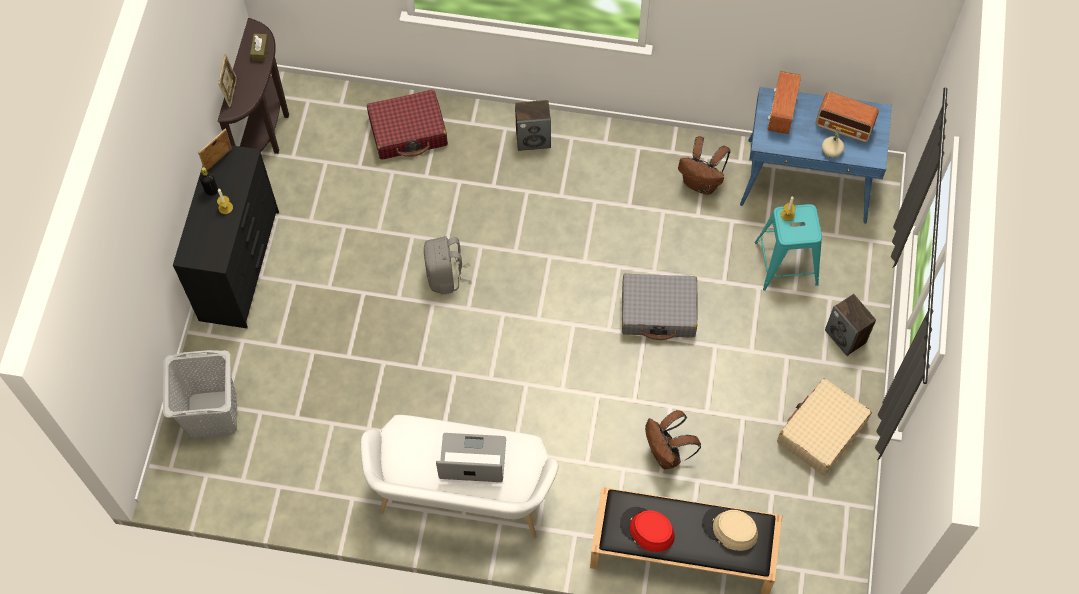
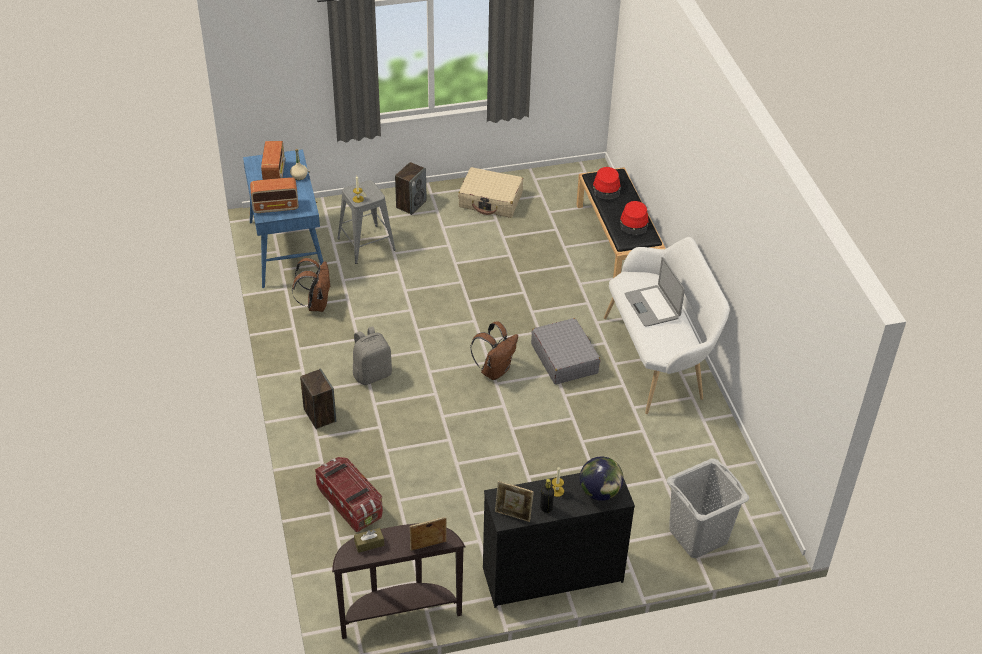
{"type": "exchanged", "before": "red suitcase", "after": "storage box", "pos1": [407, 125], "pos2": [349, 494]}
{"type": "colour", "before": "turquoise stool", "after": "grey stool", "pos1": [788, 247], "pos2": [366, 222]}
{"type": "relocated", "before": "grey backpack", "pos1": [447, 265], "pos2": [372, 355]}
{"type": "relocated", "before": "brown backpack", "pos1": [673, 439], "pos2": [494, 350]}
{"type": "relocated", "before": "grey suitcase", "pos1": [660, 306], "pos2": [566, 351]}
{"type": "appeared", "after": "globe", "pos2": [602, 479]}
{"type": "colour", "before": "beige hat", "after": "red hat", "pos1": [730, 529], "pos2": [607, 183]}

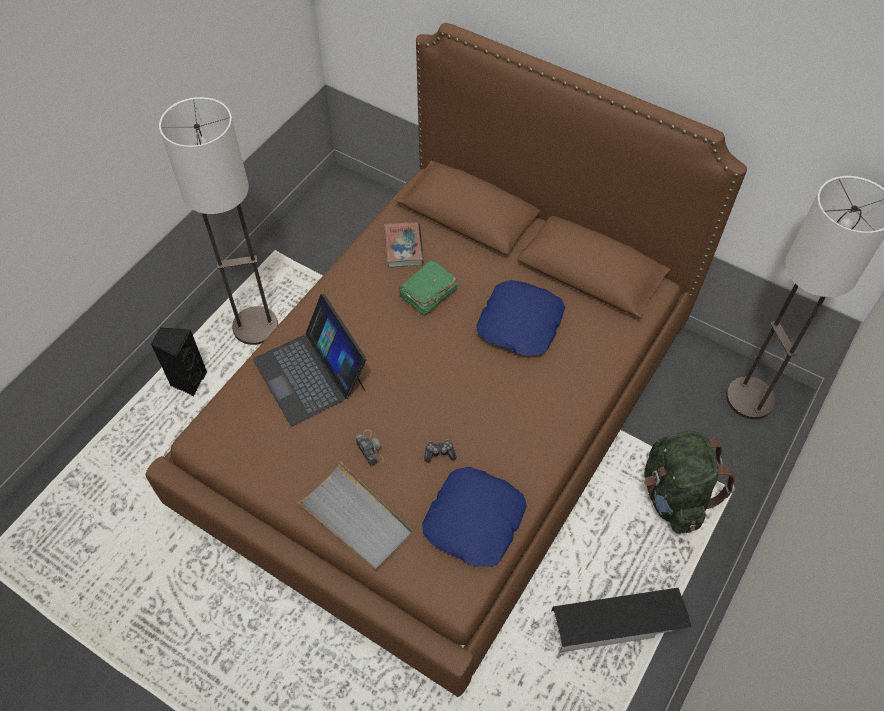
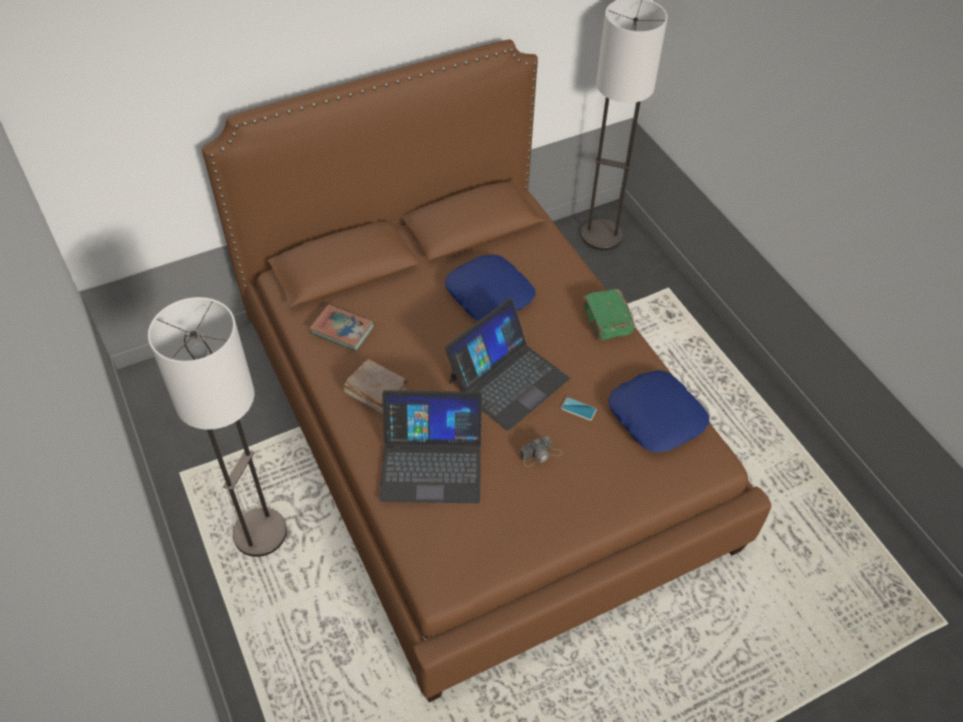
{"type": "appeared", "after": "brown book", "pos2": [376, 386]}
{"type": "appeared", "after": "laptop", "pos2": [507, 364]}
{"type": "spun", "before": "photo camera", "pos1": [370, 447], "pos2": [541, 451], "turn": 150}
{"type": "exchanged", "before": "game controller", "after": "phone", "pos1": [440, 451], "pos2": [579, 409]}
{"type": "relocated", "before": "green book", "pos1": [428, 287], "pos2": [609, 315]}
{"type": "missing", "before": "black speaker", "pos1": [179, 361]}
{"type": "missing", "before": "grey tray", "pos1": [355, 515]}
{"type": "missing", "before": "black storage box", "pos1": [621, 620]}
{"type": "missing", "before": "green backpack", "pos1": [689, 482]}

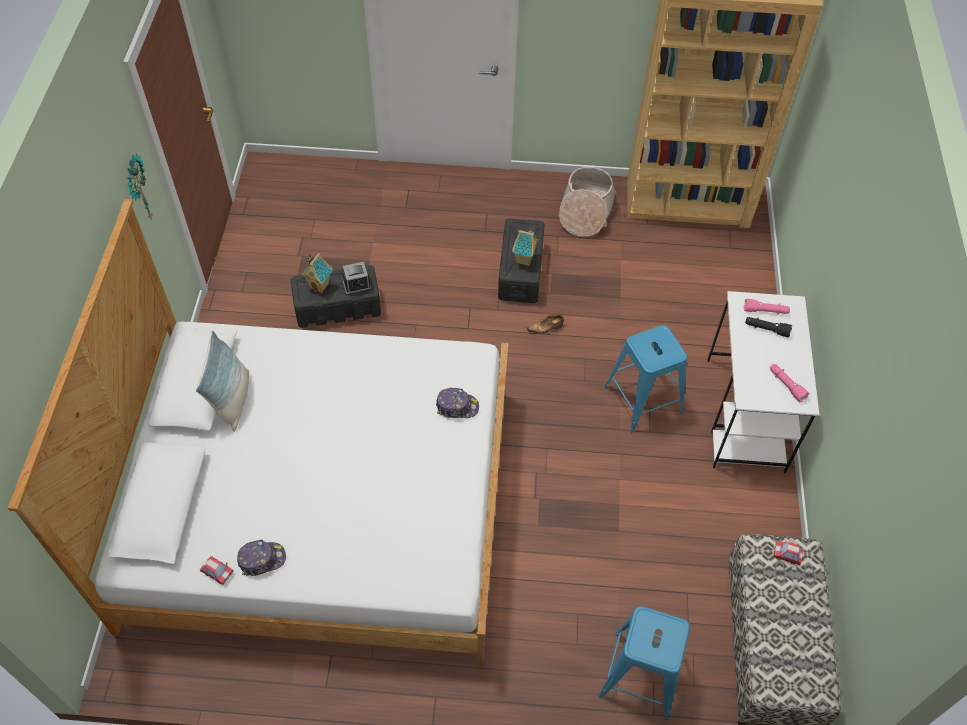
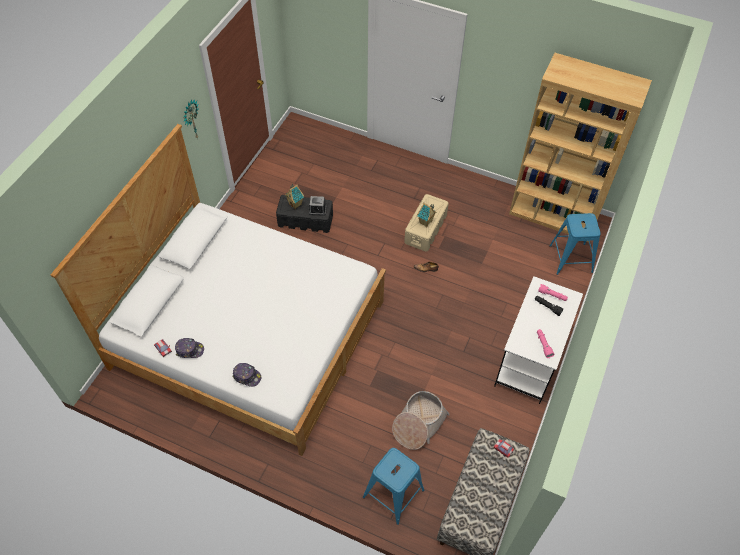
{"type": "relocated", "before": "cap", "pos1": [457, 403], "pos2": [246, 375]}
{"type": "relocated", "before": "basket", "pos1": [587, 202], "pos2": [421, 420]}
{"type": "colour", "before": "black storage box", "after": "beige storage box", "pos1": [521, 260], "pos2": [426, 223]}
{"type": "relocated", "before": "blue stool", "pos1": [645, 379], "pos2": [575, 244]}
{"type": "missing", "before": "pillow", "pos1": [222, 381]}

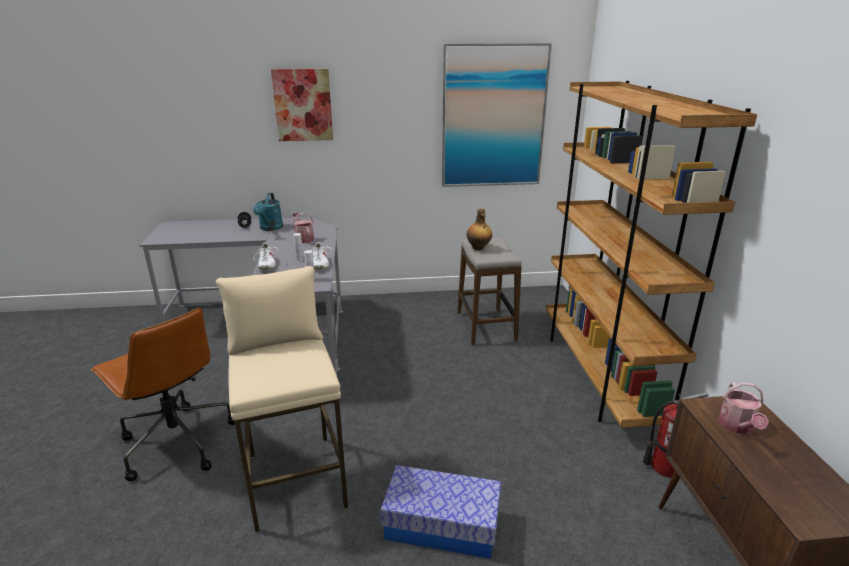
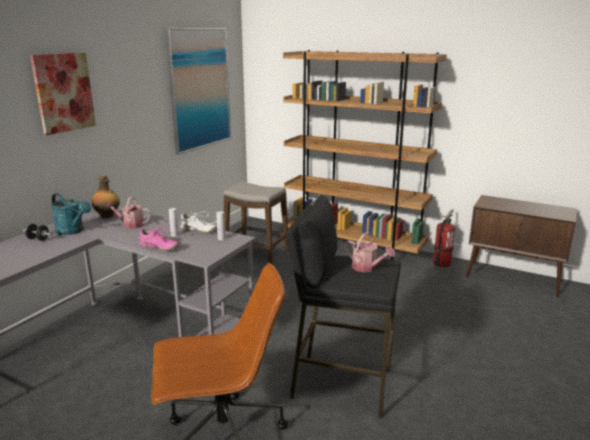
{"type": "relocated", "before": "bottle", "pos1": [479, 229], "pos2": [106, 196]}
{"type": "colour", "before": "white shoe", "after": "pink shoe", "pos1": [265, 256], "pos2": [159, 238]}
{"type": "colour", "before": "beige stool", "after": "black stool", "pos1": [282, 399], "pos2": [343, 306]}
{"type": "relocated", "before": "watering can", "pos1": [743, 408], "pos2": [370, 252]}
{"type": "missing", "before": "storage box", "pos1": [440, 512]}

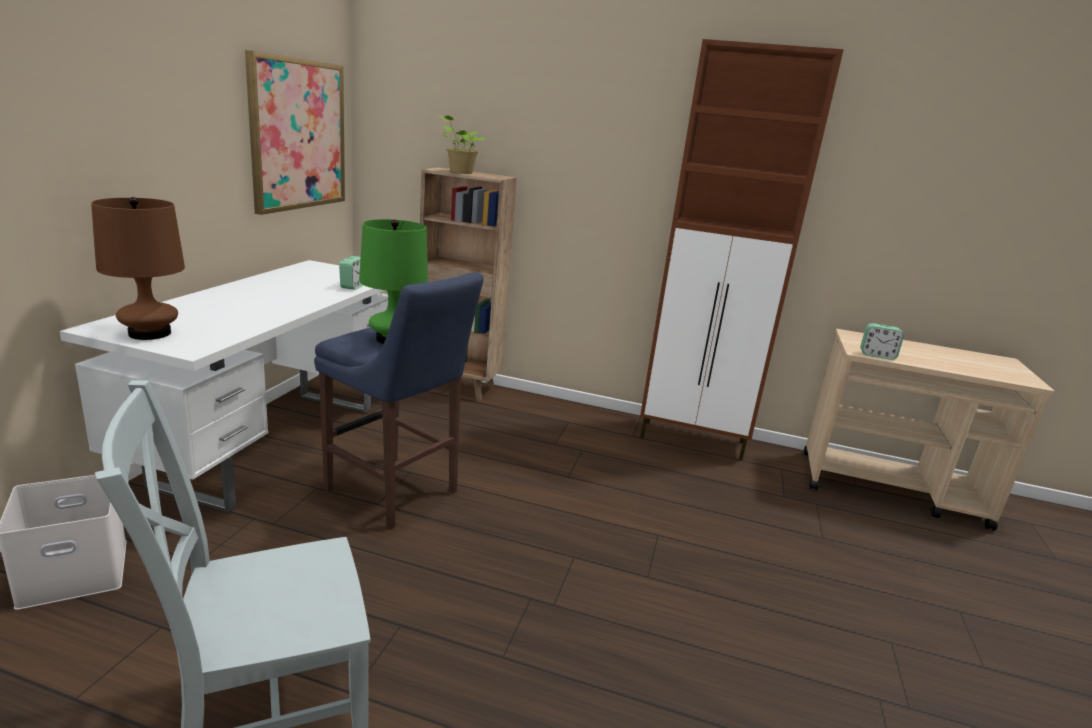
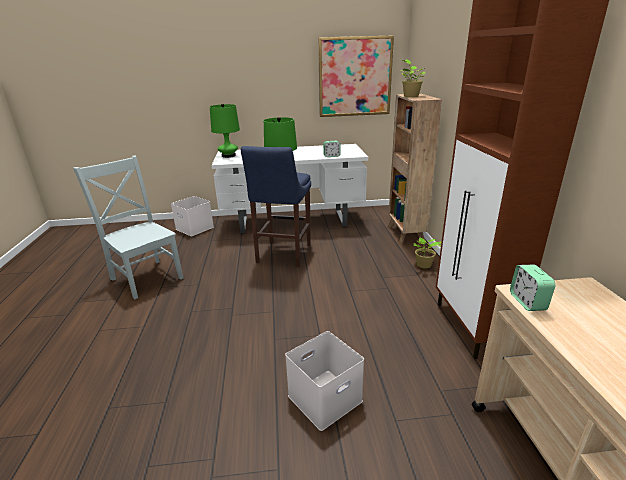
{"type": "colour", "before": "brown table lamp", "after": "green table lamp", "pos1": [138, 268], "pos2": [225, 131]}
{"type": "appeared", "after": "white storage box", "pos2": [324, 381]}
{"type": "appeared", "after": "potted plant", "pos2": [427, 253]}

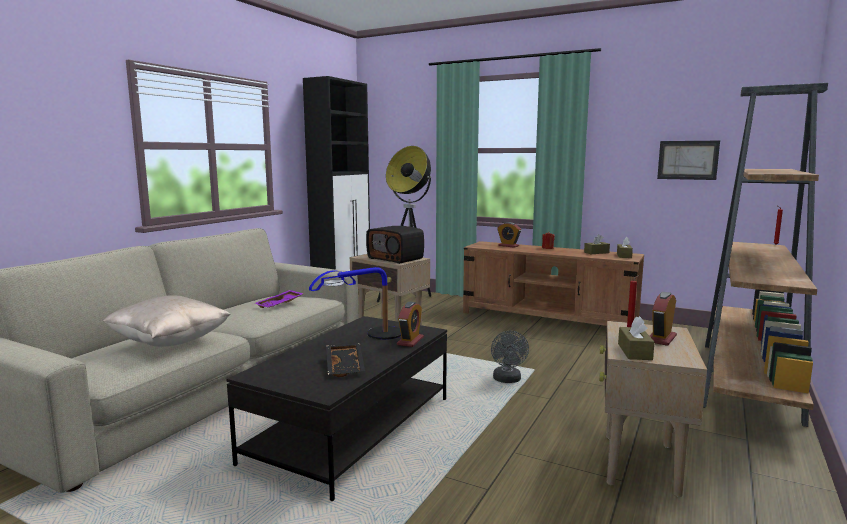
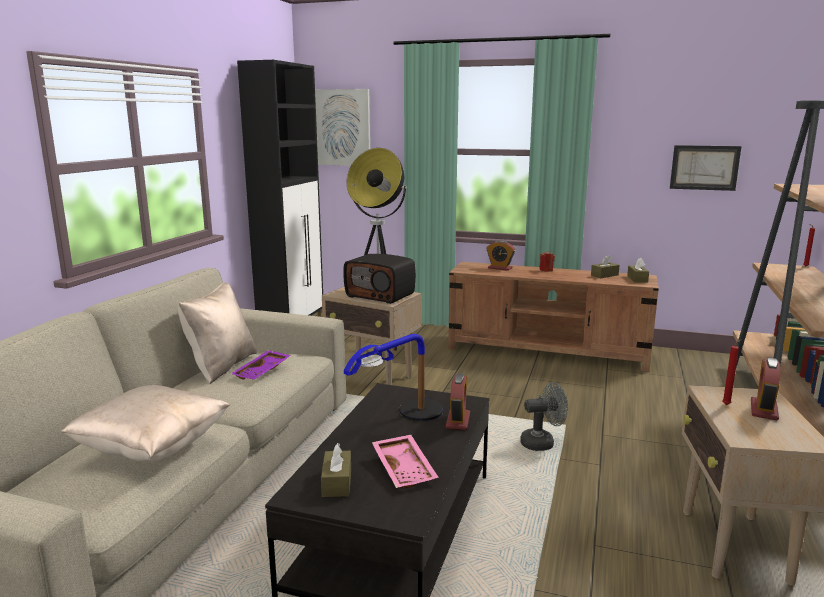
{"type": "appeared", "after": "beige pillow", "pos2": [217, 333]}
{"type": "appeared", "after": "picture", "pos2": [342, 127]}
{"type": "relocated", "before": "brown tissue box", "pos1": [636, 338], "pos2": [336, 470]}
{"type": "colour", "before": "black tray", "after": "pink tray", "pos1": [345, 360], "pos2": [405, 461]}
{"type": "spun", "before": "grey fan", "pos1": [510, 357], "pos2": [544, 416], "turn": -90}

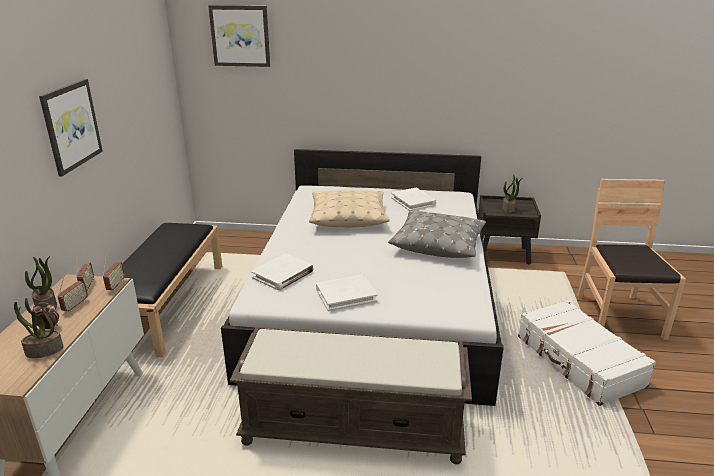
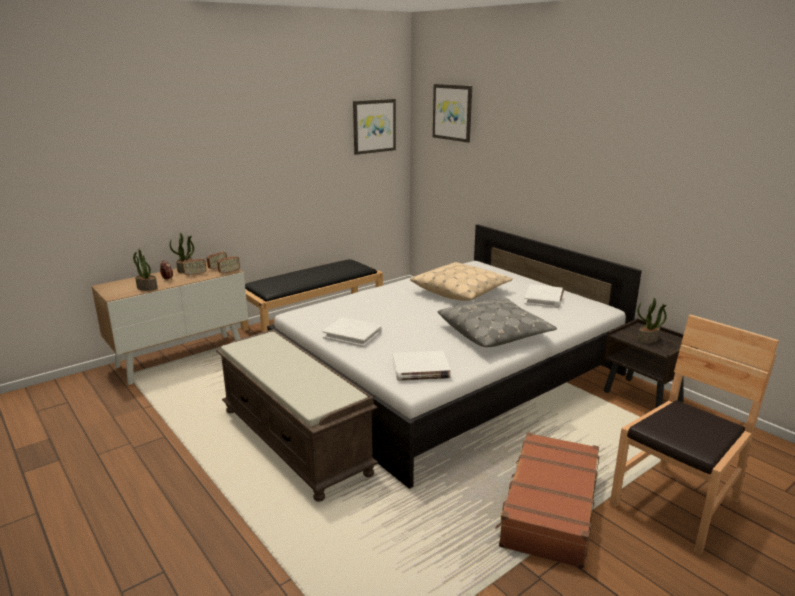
{"type": "relocated", "before": "picture", "pos1": [71, 128], "pos2": [374, 127]}
{"type": "relocated", "before": "white book", "pos1": [282, 271], "pos2": [422, 366]}
{"type": "colour", "before": "white suitcase", "after": "brown suitcase", "pos1": [587, 353], "pos2": [547, 500]}

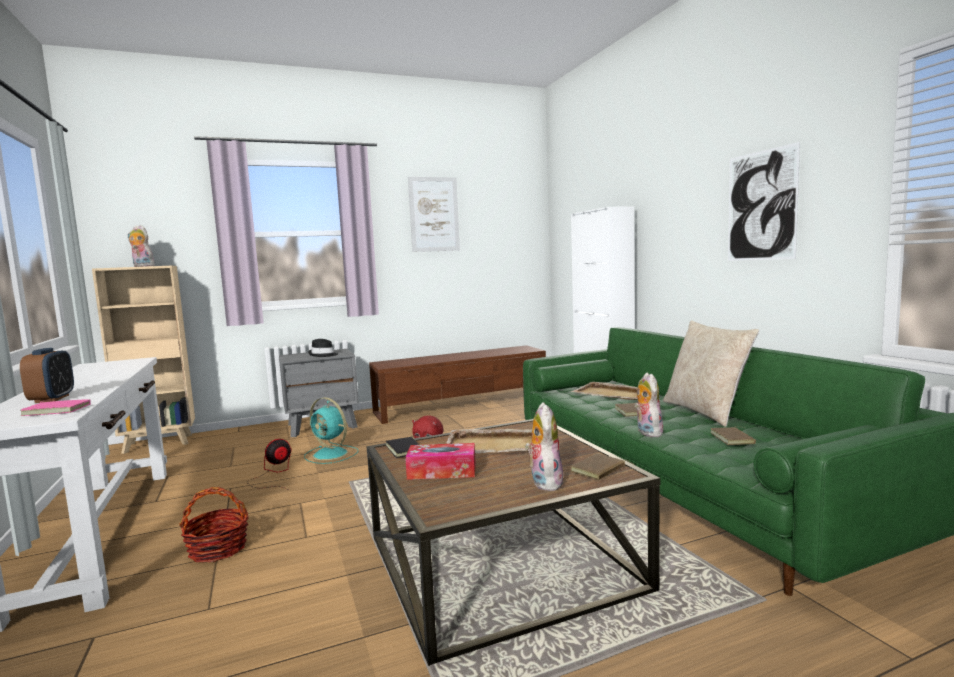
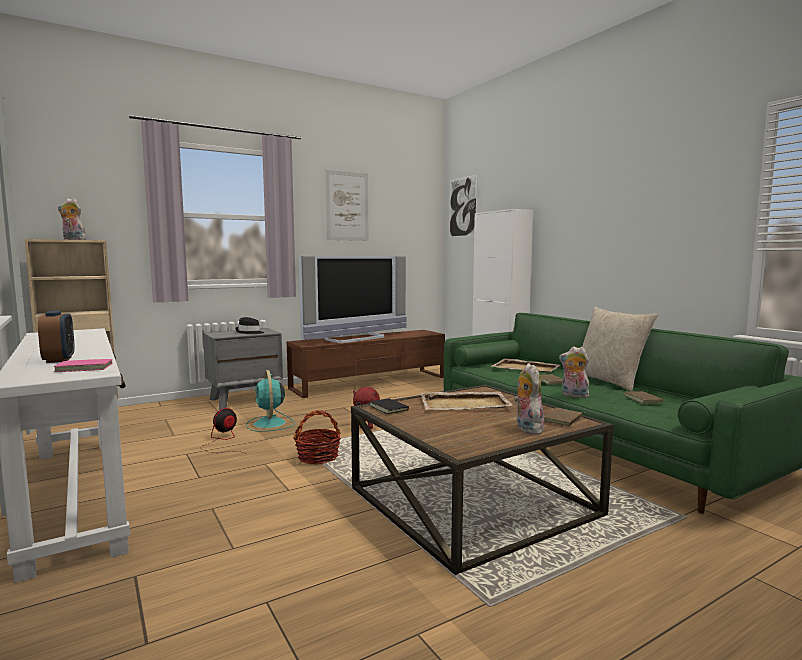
{"type": "spun", "before": "turquoise fan", "pos1": [331, 430], "pos2": [270, 401], "turn": 45}
{"type": "relocated", "before": "basket", "pos1": [214, 525], "pos2": [317, 437]}
{"type": "appeared", "after": "television", "pos2": [352, 299]}
{"type": "relocated", "before": "picture", "pos1": [764, 201], "pos2": [463, 206]}
{"type": "spun", "before": "plush toy", "pos1": [648, 404], "pos2": [574, 372], "turn": -45}
{"type": "missing", "before": "tissue box", "pos1": [440, 461]}

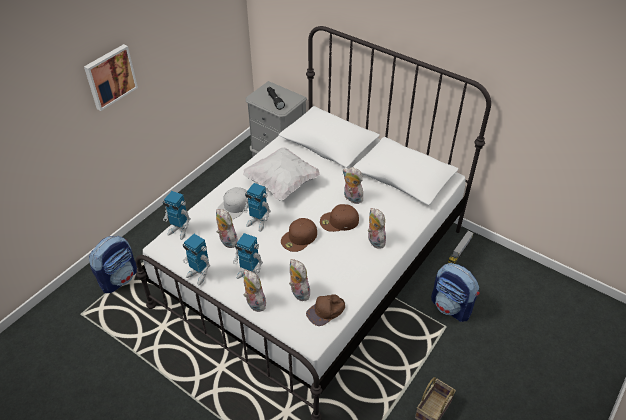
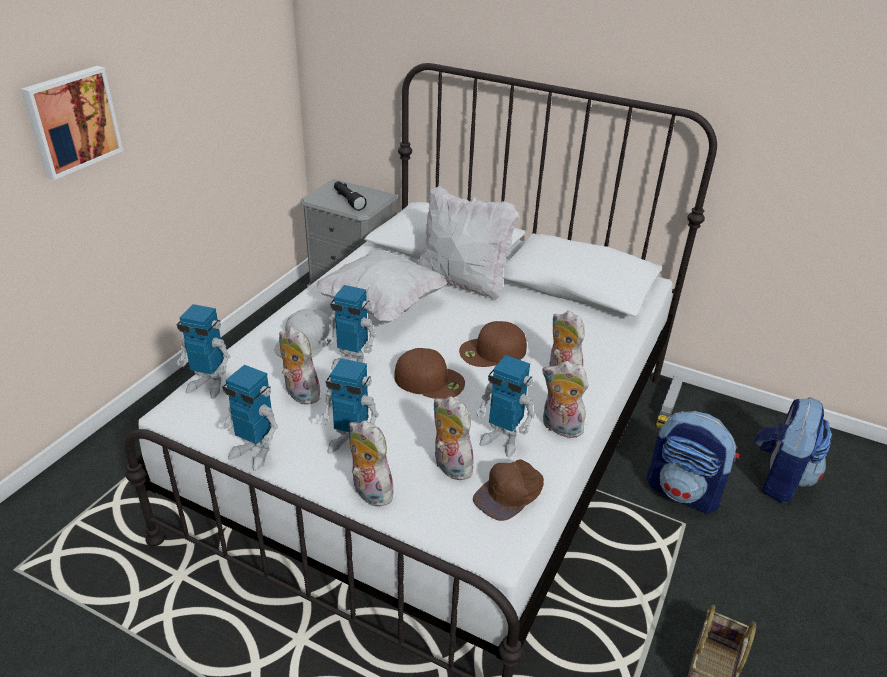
{"type": "spun", "before": "brown cap", "pos1": [299, 235], "pos2": [429, 373], "turn": -105}
{"type": "appeared", "after": "white pillow", "pos2": [468, 242]}
{"type": "appeared", "after": "toy robot", "pos2": [505, 406]}
{"type": "relocated", "before": "plush toy", "pos1": [353, 185], "pos2": [565, 399]}
{"type": "relocated", "before": "backpack", "pos1": [113, 264], "pos2": [793, 450]}

